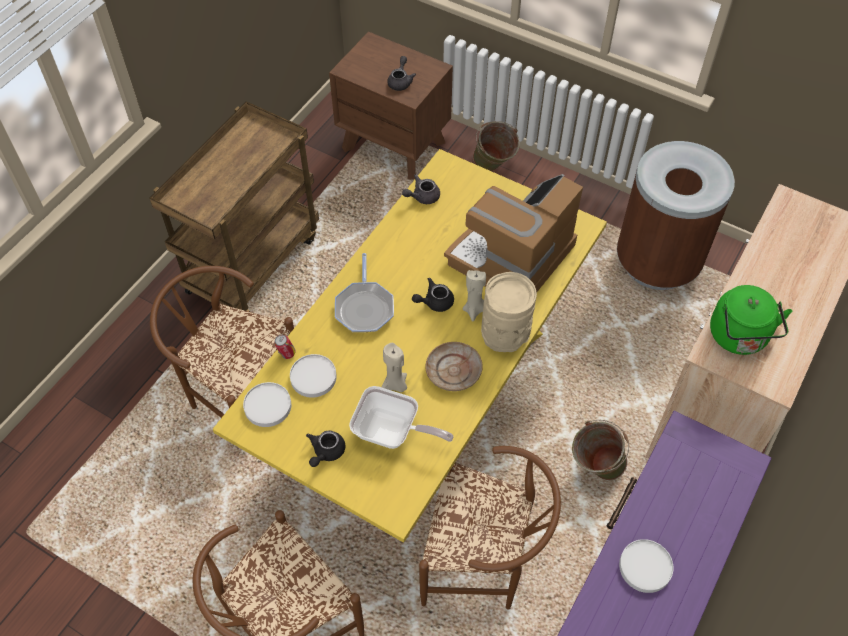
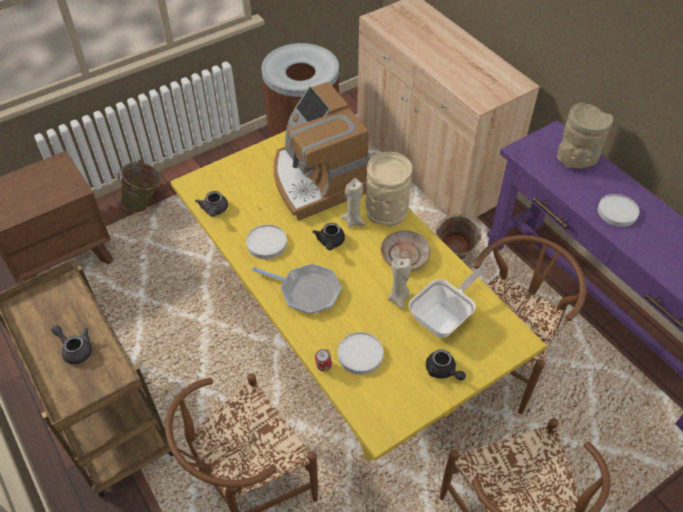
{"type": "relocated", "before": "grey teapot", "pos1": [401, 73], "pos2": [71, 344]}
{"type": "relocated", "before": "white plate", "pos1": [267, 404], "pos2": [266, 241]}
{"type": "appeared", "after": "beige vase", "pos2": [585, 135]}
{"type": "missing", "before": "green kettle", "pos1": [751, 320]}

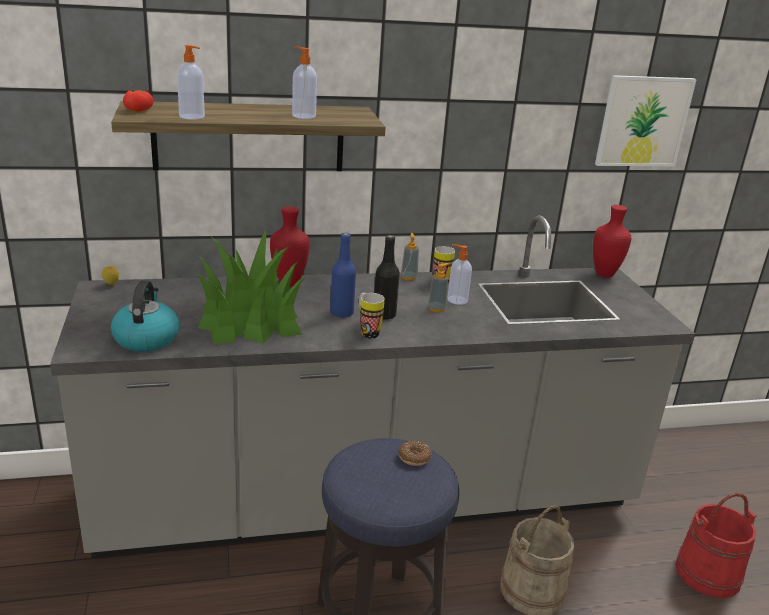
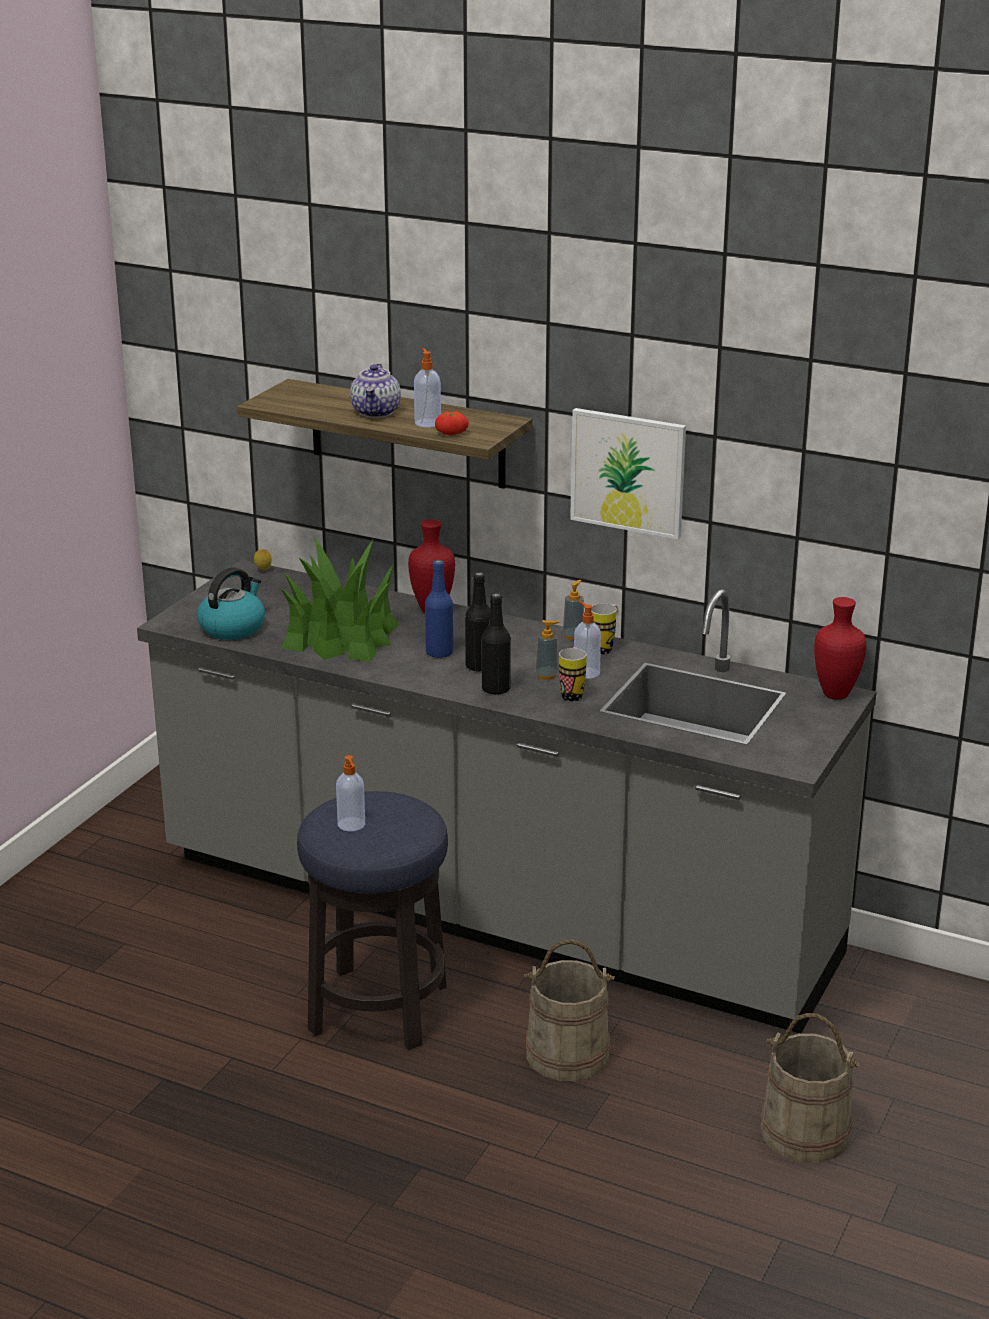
{"type": "relocated", "before": "soap dispenser", "pos1": [191, 82], "pos2": [350, 793]}
{"type": "appeared", "after": "teapot", "pos2": [375, 391]}
{"type": "relocated", "before": "tomato", "pos1": [138, 101], "pos2": [452, 423]}
{"type": "appeared", "after": "black bottle", "pos2": [496, 644]}
{"type": "relocated", "before": "mug", "pos1": [372, 316], "pos2": [573, 674]}
{"type": "relocated", "before": "picture", "pos1": [646, 120], "pos2": [628, 473]}
{"type": "colour", "before": "red bucket", "after": "beige bucket", "pos1": [716, 545], "pos2": [810, 1088]}
{"type": "missing", "before": "donut", "pos1": [415, 453]}

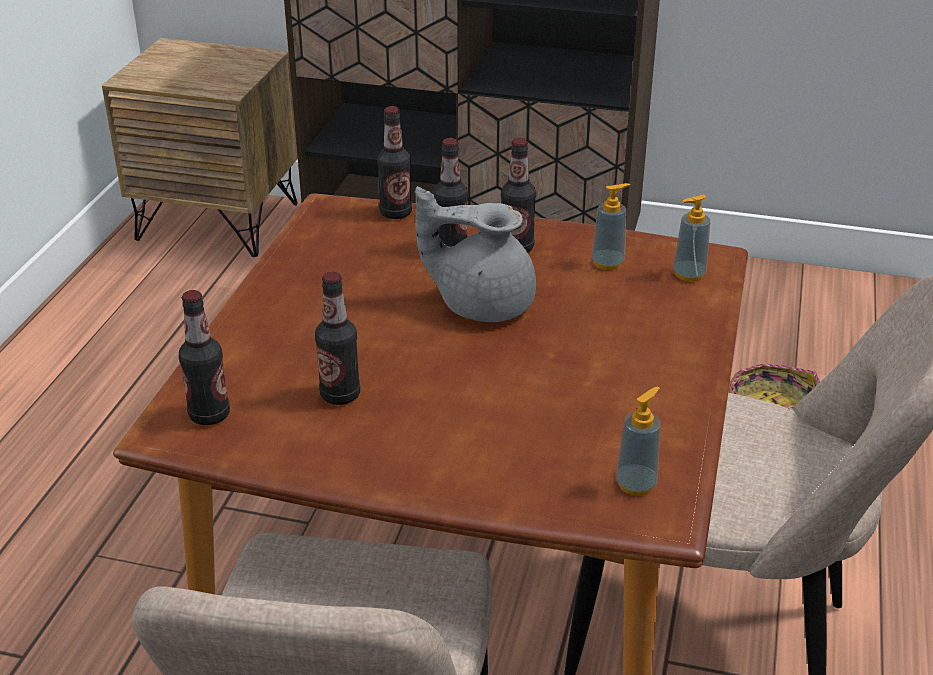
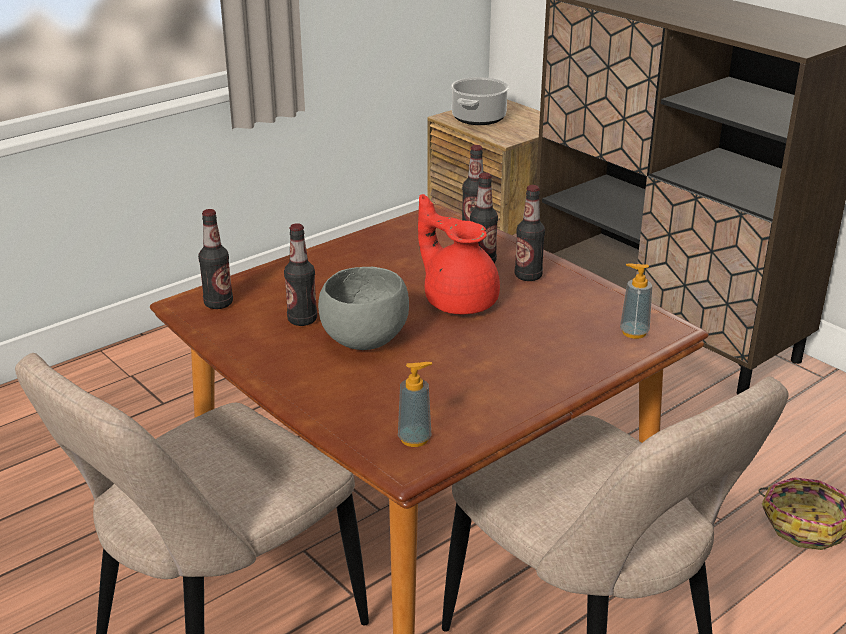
{"type": "appeared", "after": "grey bowl", "pos2": [363, 308]}
{"type": "colour", "before": "grey teapot", "after": "red teapot", "pos1": [475, 254], "pos2": [459, 254]}
{"type": "appeared", "after": "cooking pot", "pos2": [480, 101]}
{"type": "missing", "before": "soap dispenser", "pos1": [611, 226]}

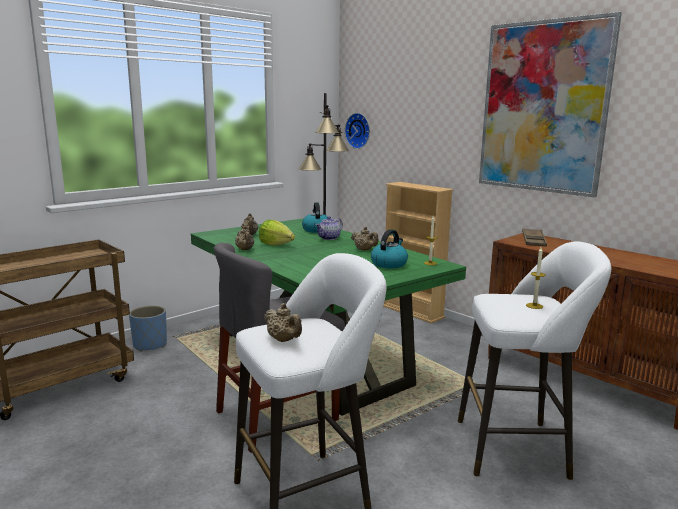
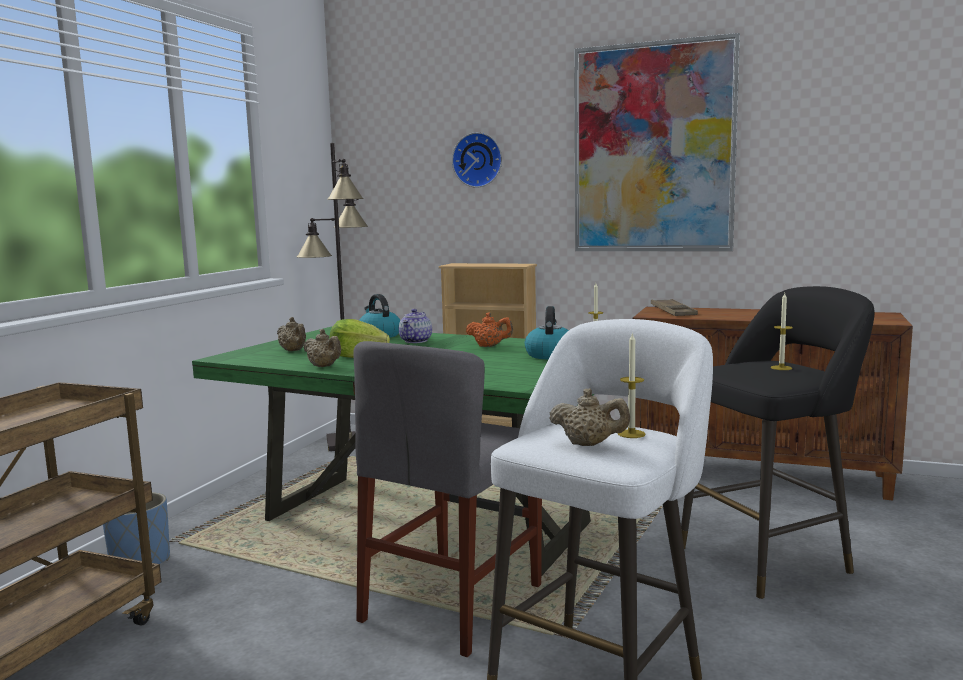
{"type": "relocated", "before": "wall clock", "pos1": [357, 131], "pos2": [477, 160]}
{"type": "colour", "before": "beige teapot", "after": "orange teapot", "pos1": [365, 239], "pos2": [489, 329]}
{"type": "appeared", "after": "candle", "pos2": [632, 385]}
{"type": "colour", "before": "white stool", "after": "black stool", "pos1": [534, 360], "pos2": [778, 442]}

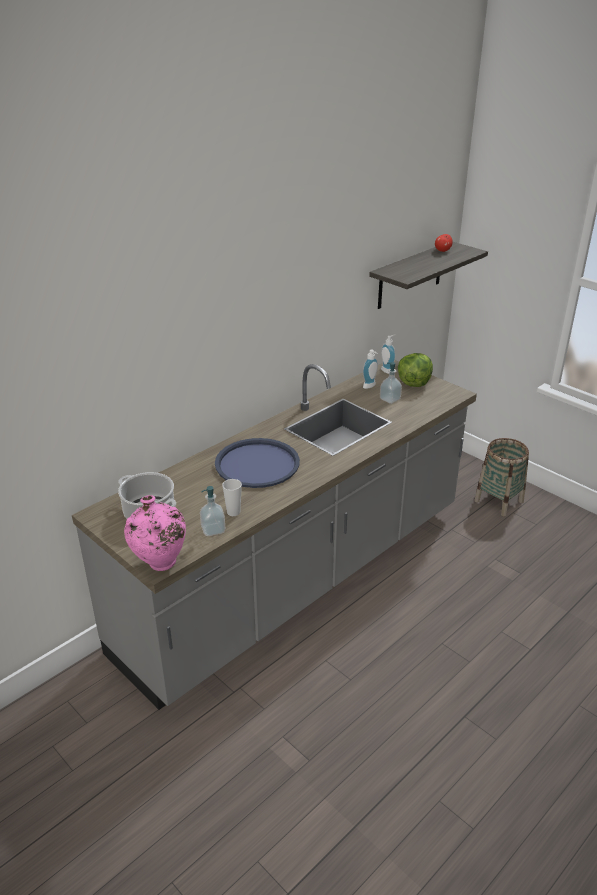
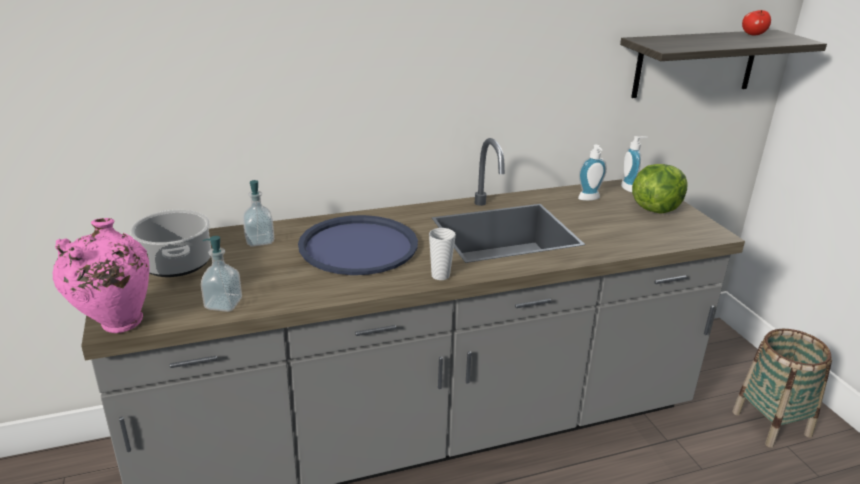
{"type": "relocated", "before": "soap dispenser", "pos1": [391, 383], "pos2": [258, 213]}
{"type": "relocated", "before": "cup", "pos1": [232, 497], "pos2": [442, 254]}

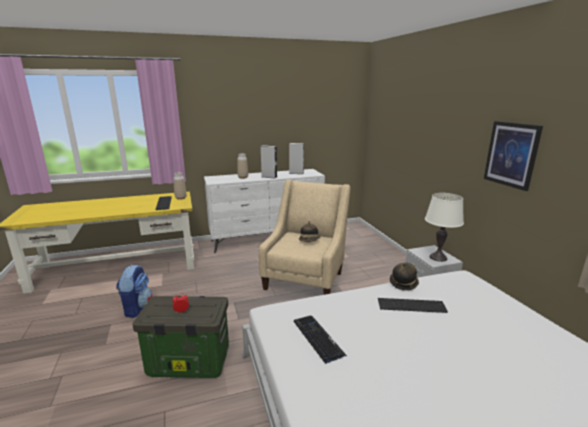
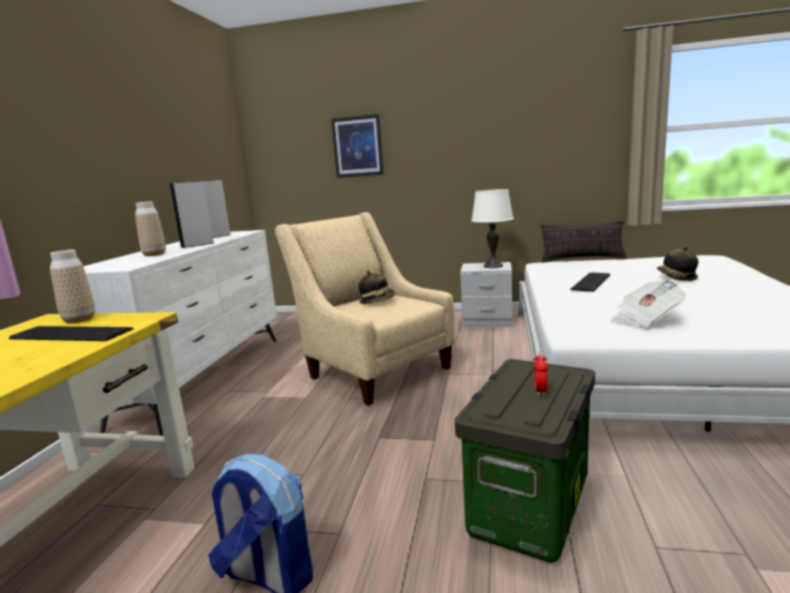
{"type": "relocated", "before": "picture", "pos1": [513, 156], "pos2": [357, 146]}
{"type": "appeared", "after": "pillow", "pos2": [583, 241]}
{"type": "exchanged", "before": "keyboard", "after": "newspaper", "pos1": [320, 340], "pos2": [648, 303]}
{"type": "relocated", "before": "hat", "pos1": [404, 276], "pos2": [677, 264]}

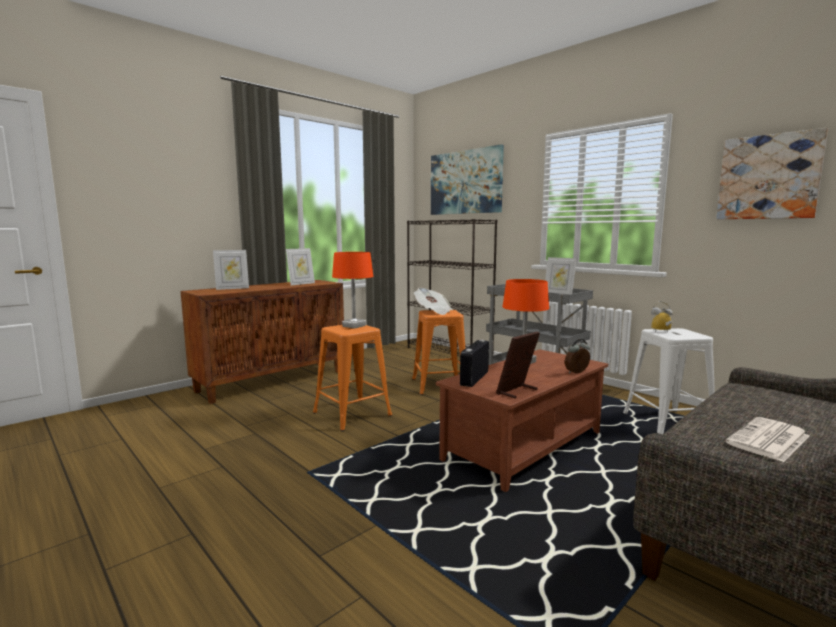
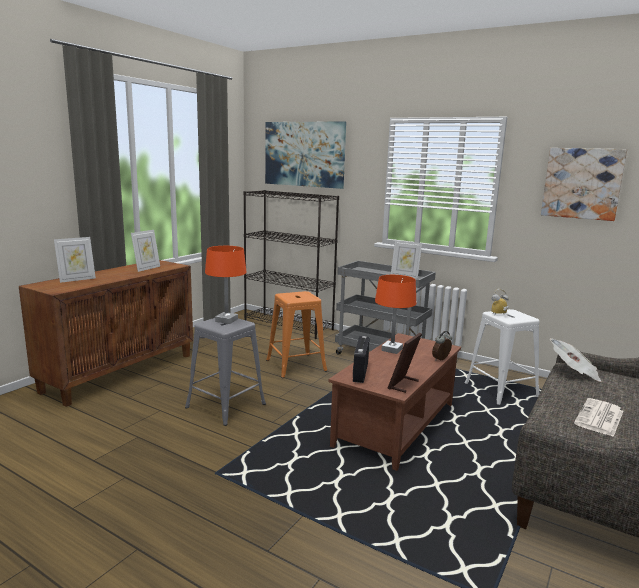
{"type": "colour", "before": "orange stool", "after": "grey stool", "pos1": [352, 378], "pos2": [225, 372]}
{"type": "relocated", "before": "newspaper", "pos1": [433, 301], "pos2": [575, 360]}

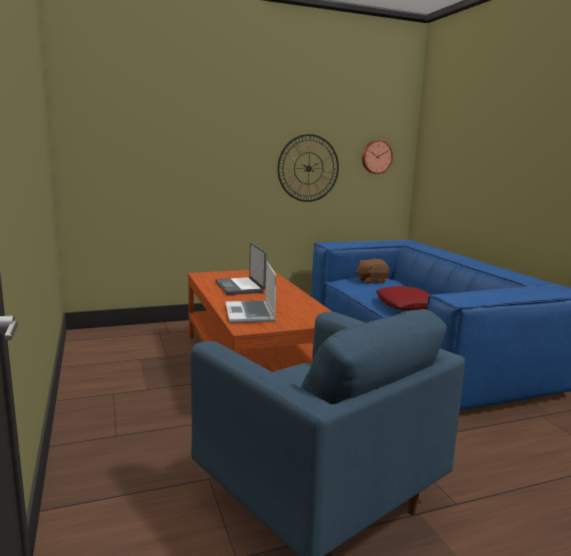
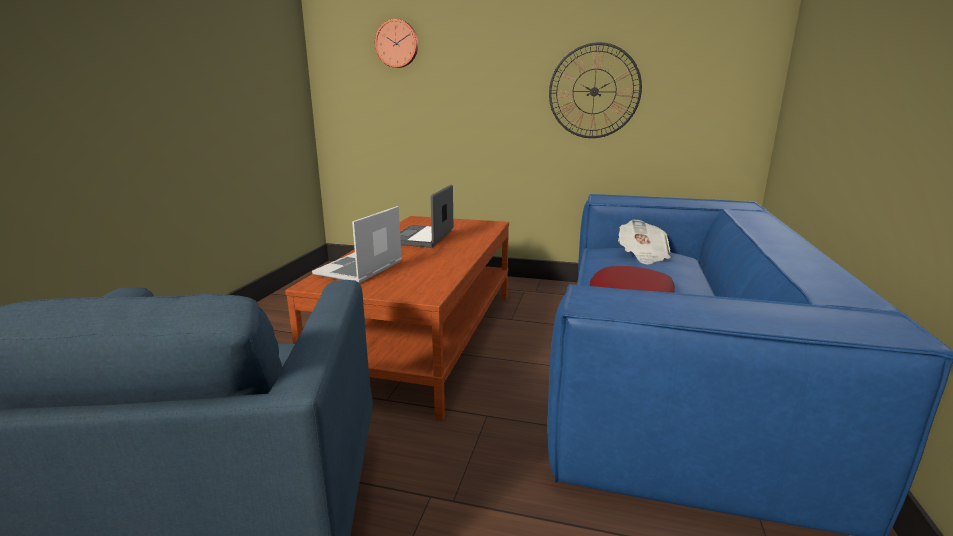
{"type": "relocated", "before": "wall clock", "pos1": [377, 157], "pos2": [396, 43]}
{"type": "exchanged", "before": "brown plush toy", "after": "newspaper", "pos1": [372, 271], "pos2": [644, 242]}

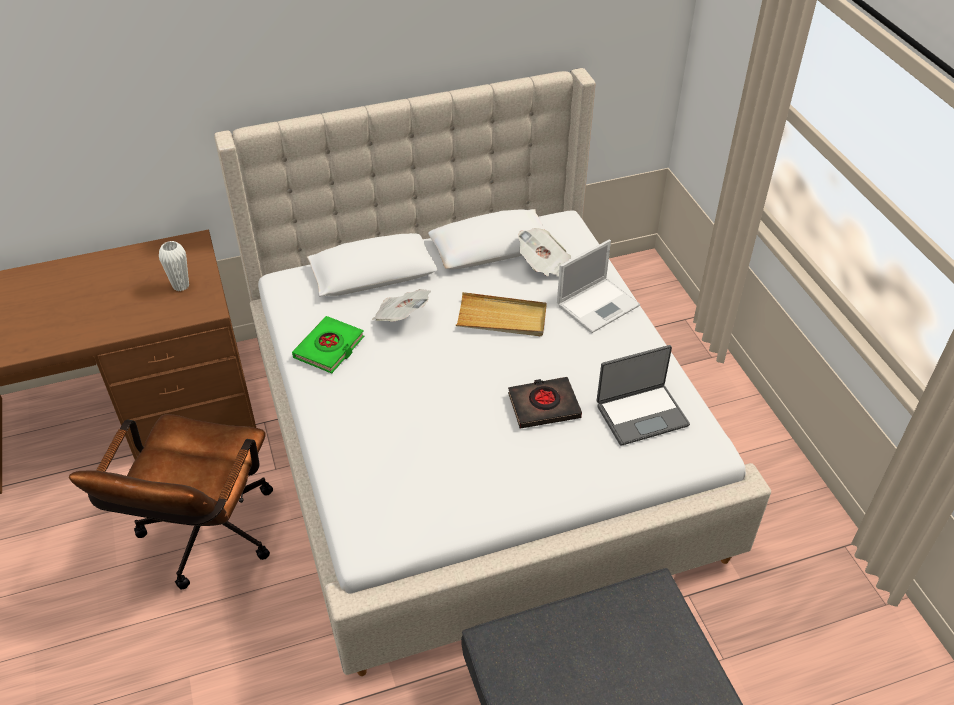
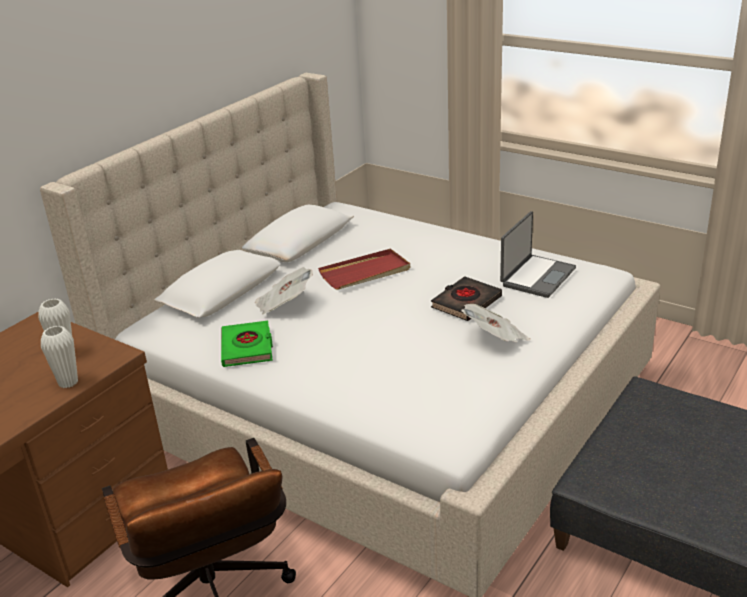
{"type": "appeared", "after": "white vase", "pos2": [59, 357]}
{"type": "colour", "before": "beige tray", "after": "red tray", "pos1": [501, 314], "pos2": [364, 269]}
{"type": "relocated", "before": "newspaper", "pos1": [544, 252], "pos2": [496, 323]}
{"type": "missing", "before": "laptop", "pos1": [598, 286]}

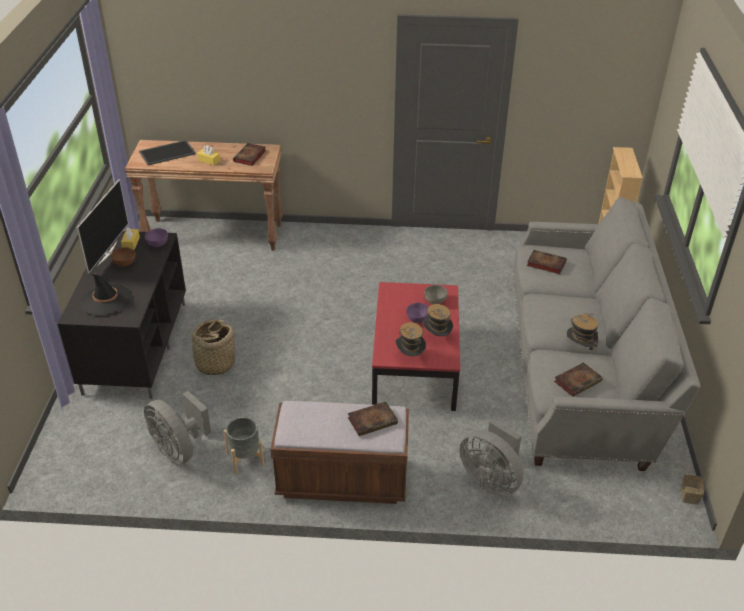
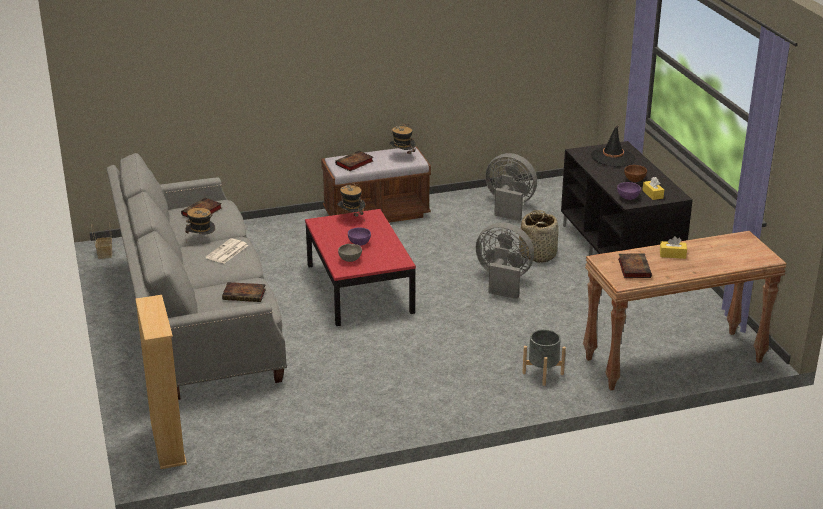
{"type": "appeared", "after": "newspaper", "pos2": [227, 250]}
{"type": "relocated", "before": "hat", "pos1": [438, 320], "pos2": [402, 141]}
{"type": "relocated", "before": "grey fan", "pos1": [492, 457], "pos2": [505, 261]}
{"type": "relocated", "before": "grey planter", "pos1": [244, 445], "pos2": [544, 357]}
{"type": "missing", "before": "television", "pos1": [103, 226]}
{"type": "missing", "before": "tray", "pos1": [167, 152]}

